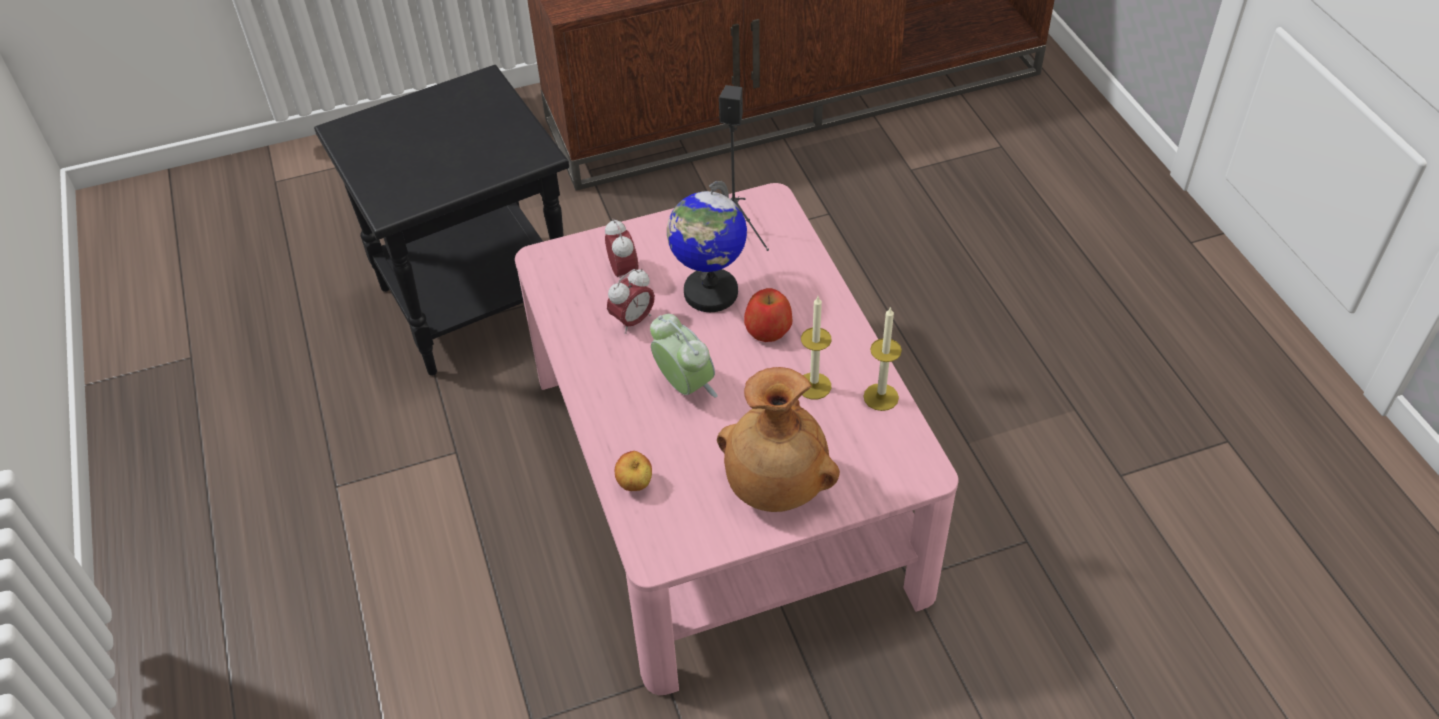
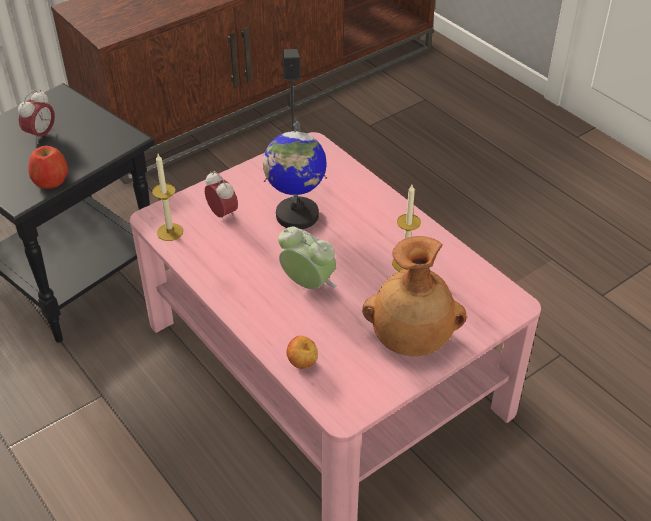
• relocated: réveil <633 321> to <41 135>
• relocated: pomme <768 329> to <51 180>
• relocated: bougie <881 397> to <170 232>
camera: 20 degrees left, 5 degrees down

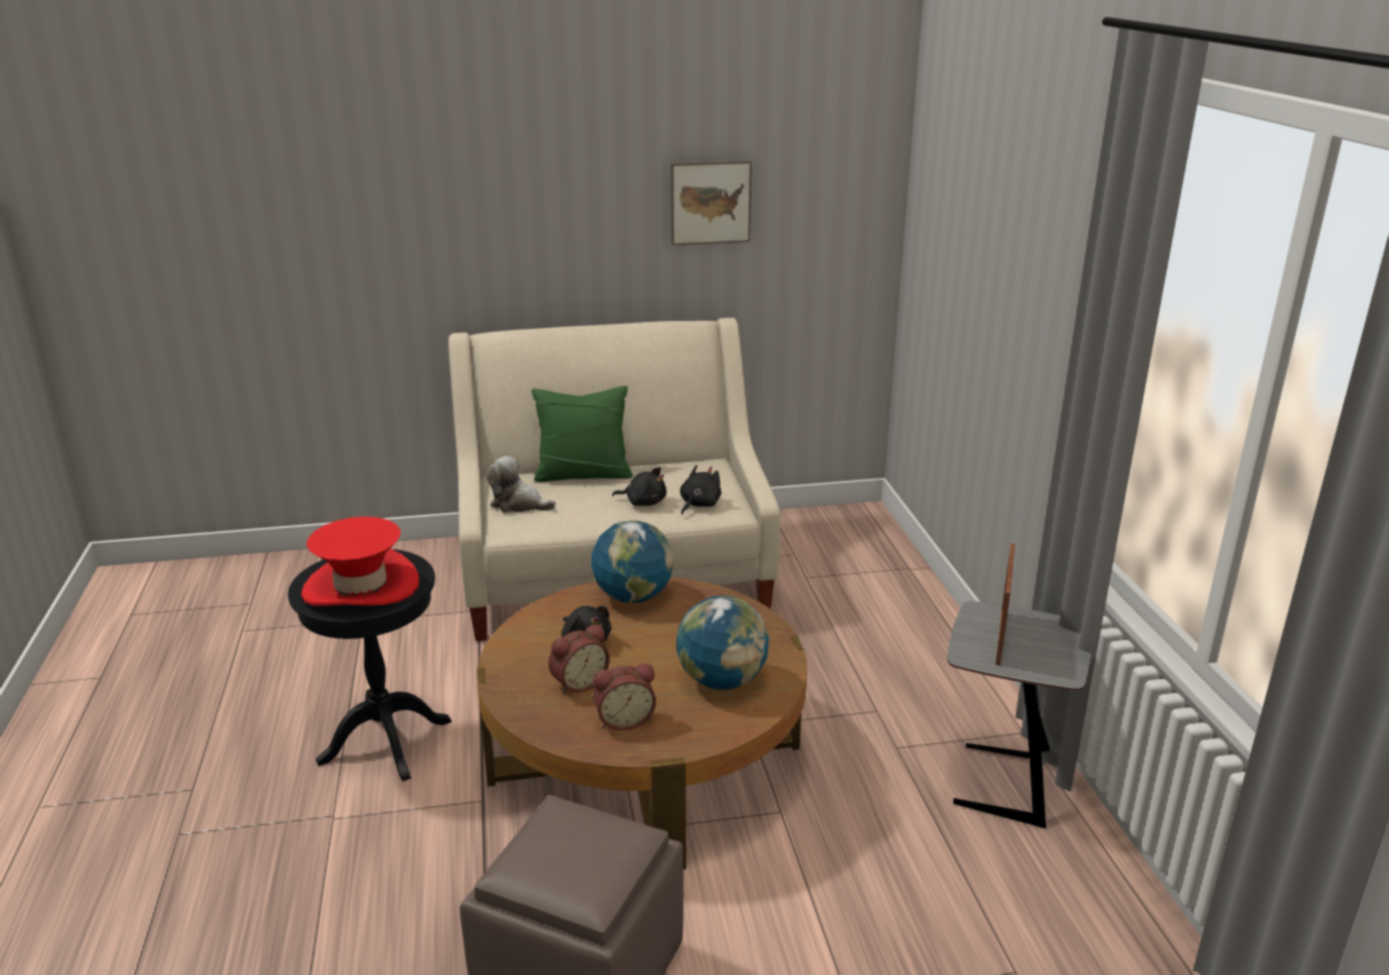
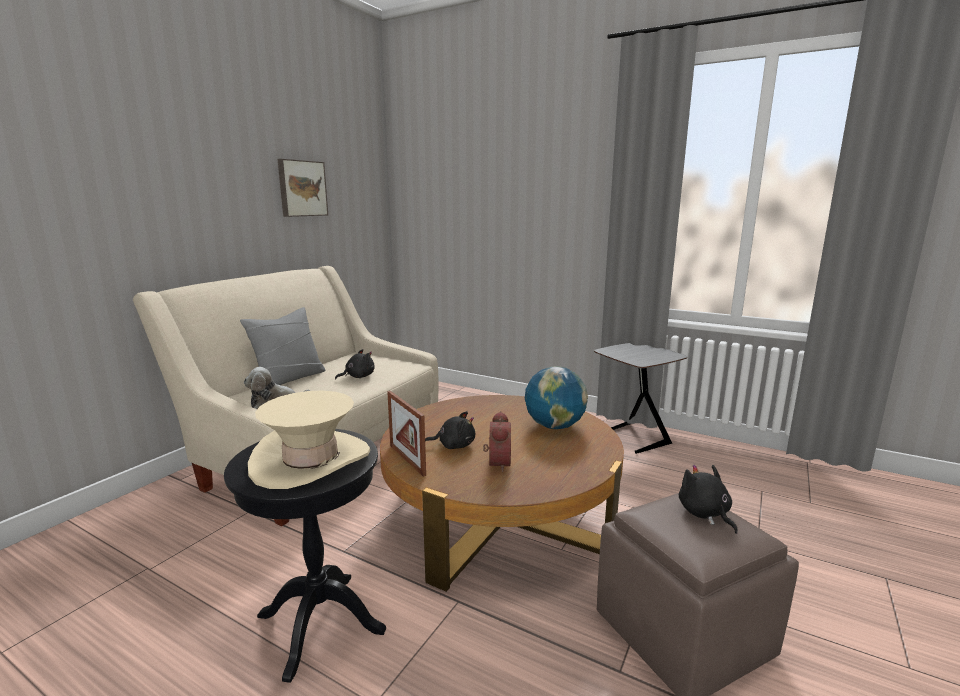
• colour: coussin [vert] <583 474> to coussin [gris] <289 379>
• colour: chapeau [rouge] <361 587> to chapeau [beige] <311 460>
• relocated: cadre photo <1000 637> to <407 460>
• relocated: peluche [noir] <698 504> to <705 514>
• missing: globe <633 596>
• missing: réveil <624 719>
camera: 50 degrees left, 10 degrees down

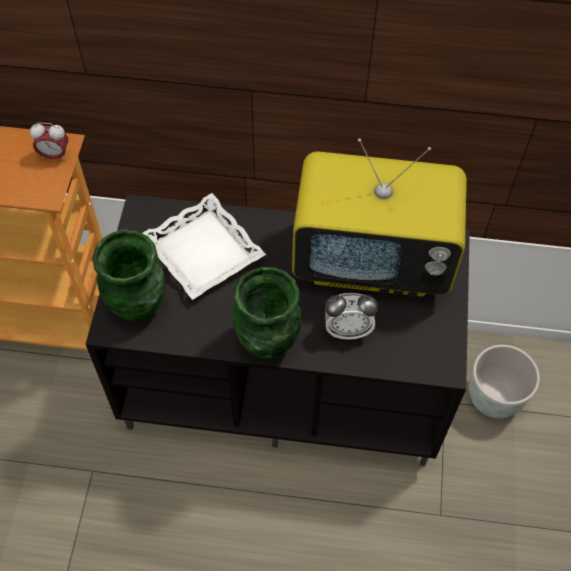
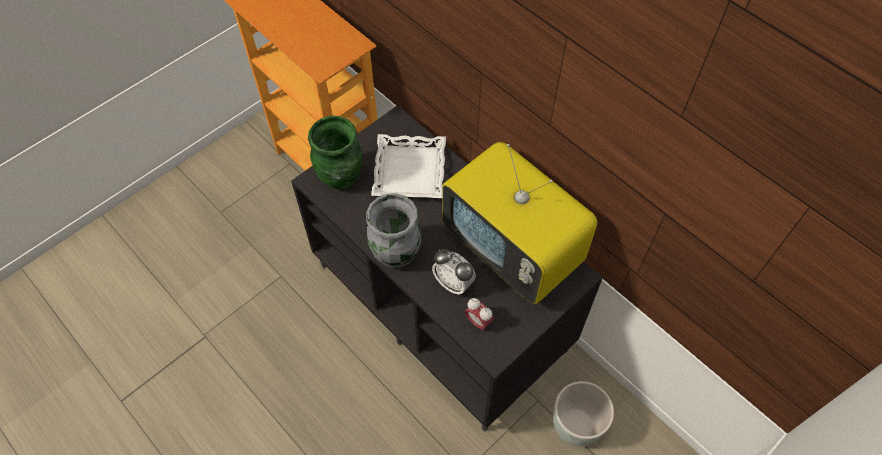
• colour: vase [vert] <268 342> to vase [gris] <396 255>
• relocated: réveil <54 155> to <478 322>
camera: 40 degrees right, 0 degrees up

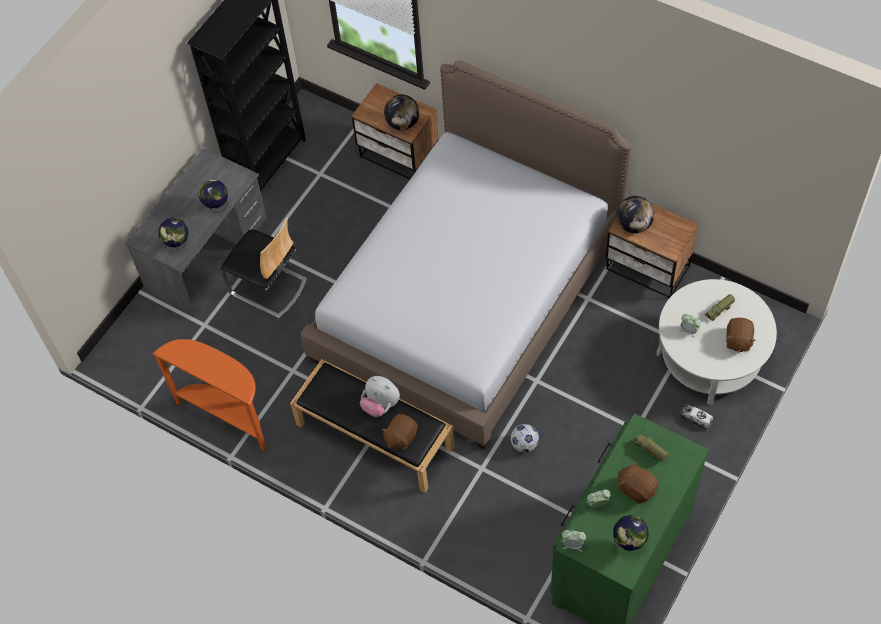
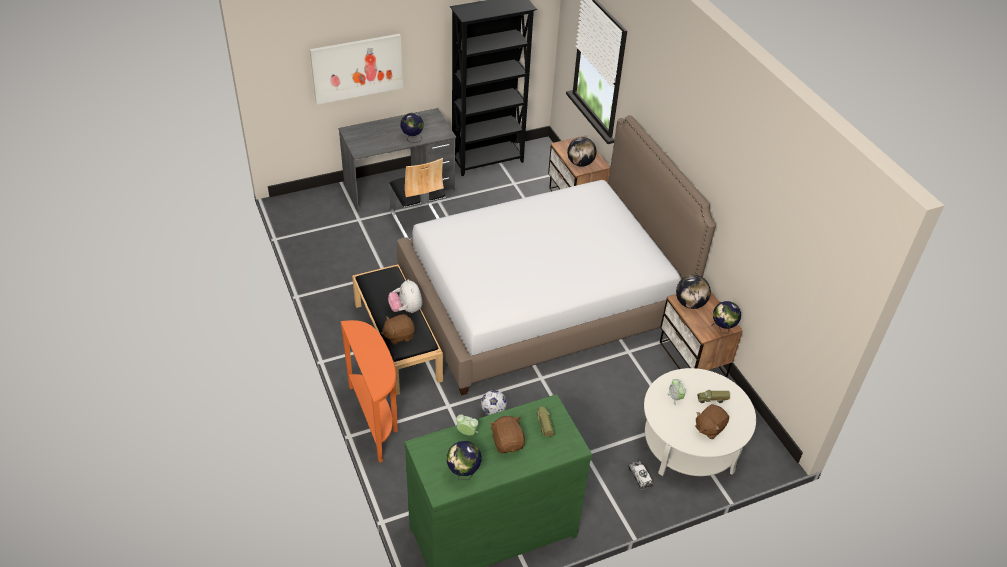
• appeared: tableau <357 68>
• relocated: table console [orange] <228 415> to <376 419>
• relocated: globe <178 245> to <722 329>
• missing: réveil <573 544>
camera: 30 degrees right, 15 degrees down

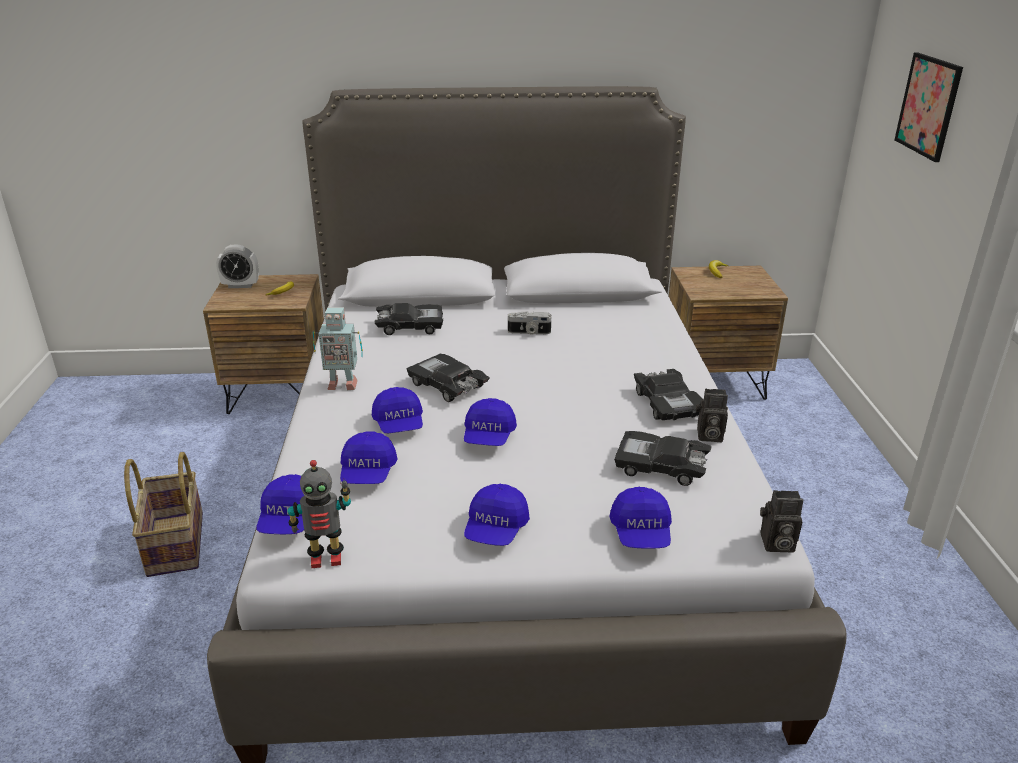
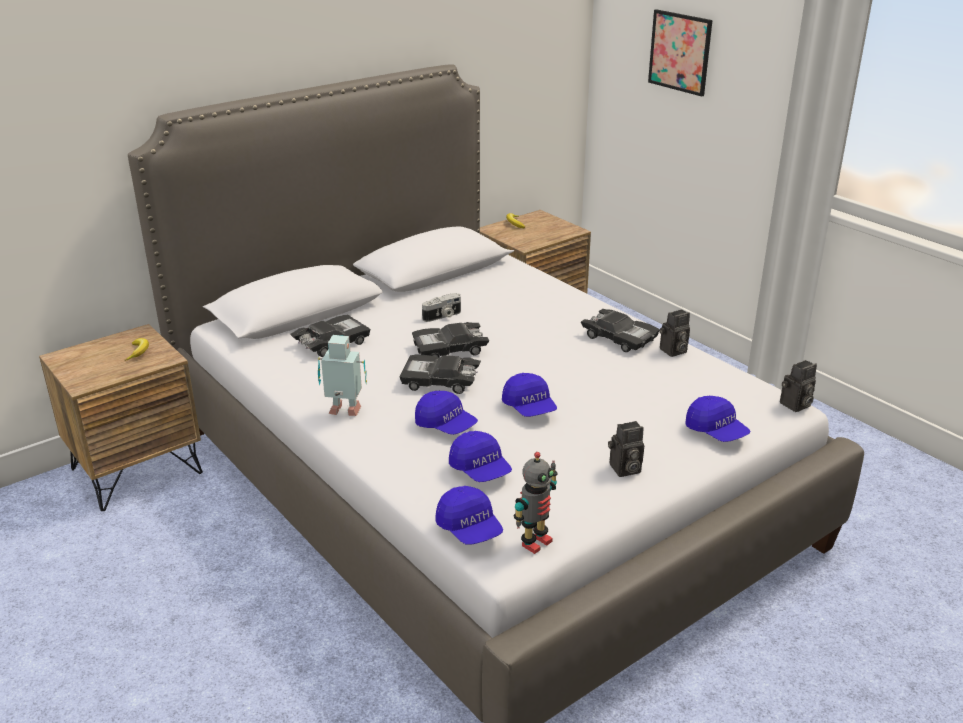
• spun: robot jouet <341 384> = <345 412> 135 degrees counterclockwise
• relocated: petite voiture [noir] <661 466> to <450 349>
• exchanged: casquette [bleu] <496 530> to appareil photo <624 470>
• missing: panier <174 544>
• missing: réveil <241 285>
camera: 35 degrees left, 0 degrees up

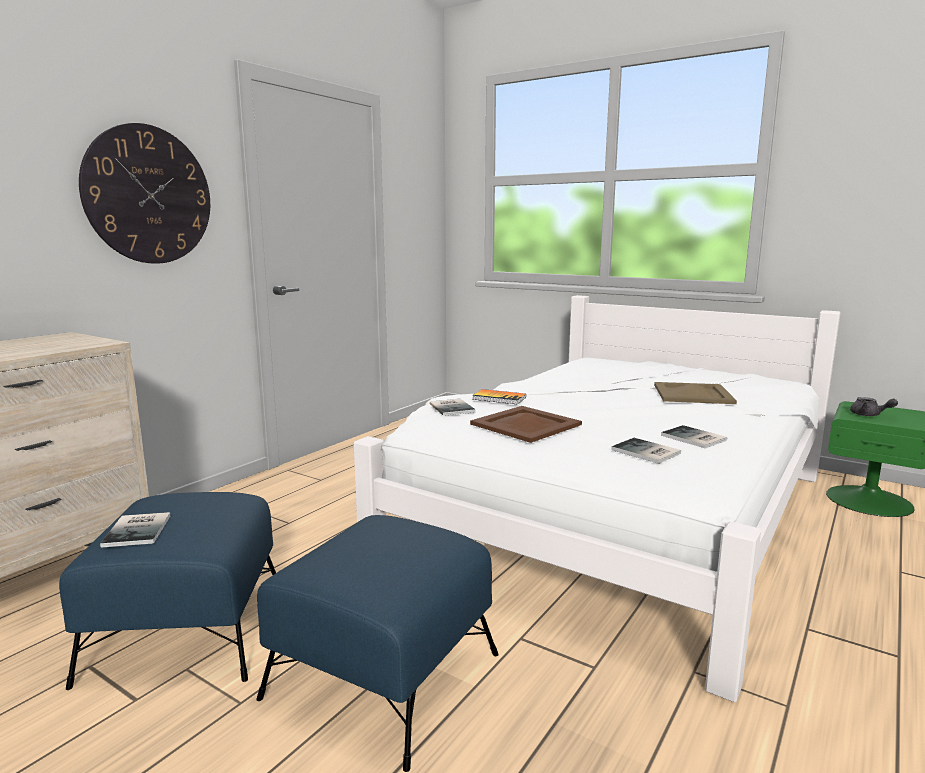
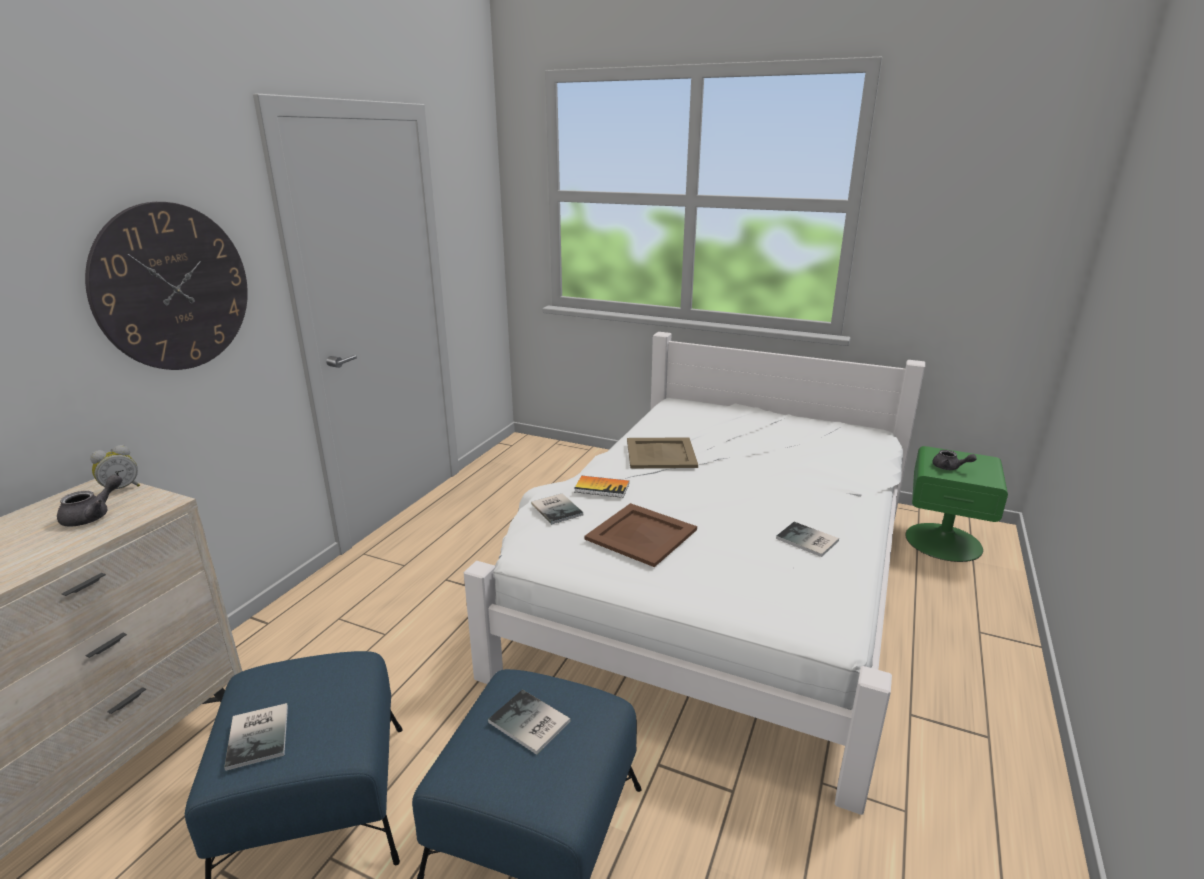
• appeared: théière [gris] <93 516>
• appeared: réveil <121 489>
• relocated: livre <646 452> to <529 724>
• relocated: plateau [beige] <692 393> to <660 453>
camera: 10 degrees left, 10 degrees up

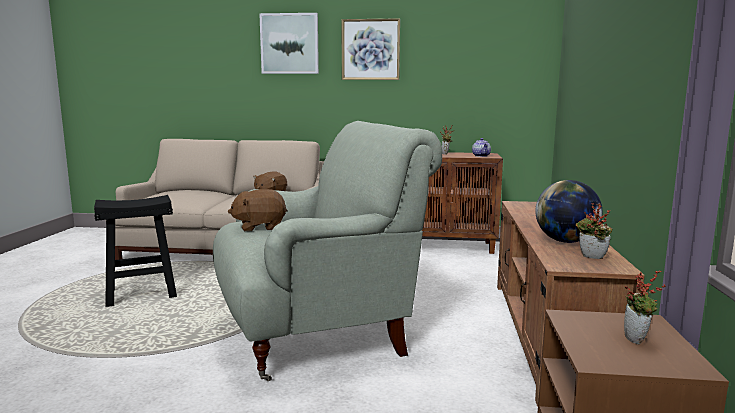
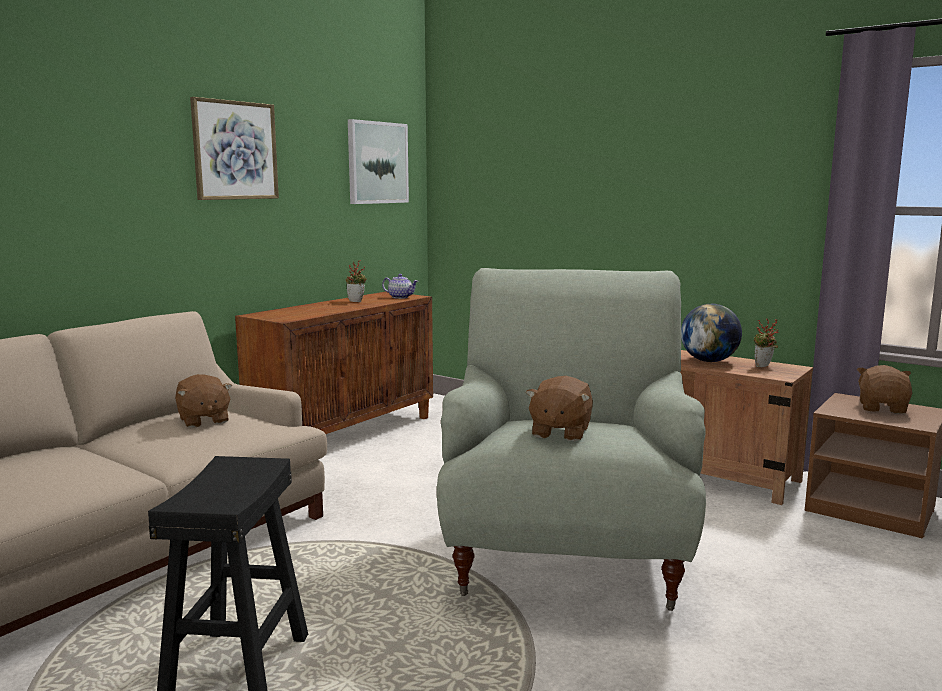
• relocated: tableau <289 44> to <377 163>
• exchanged: plante en pot <638 340> to peluche [marron] <883 408>
camera: 60 degrees left, 0 degrees up

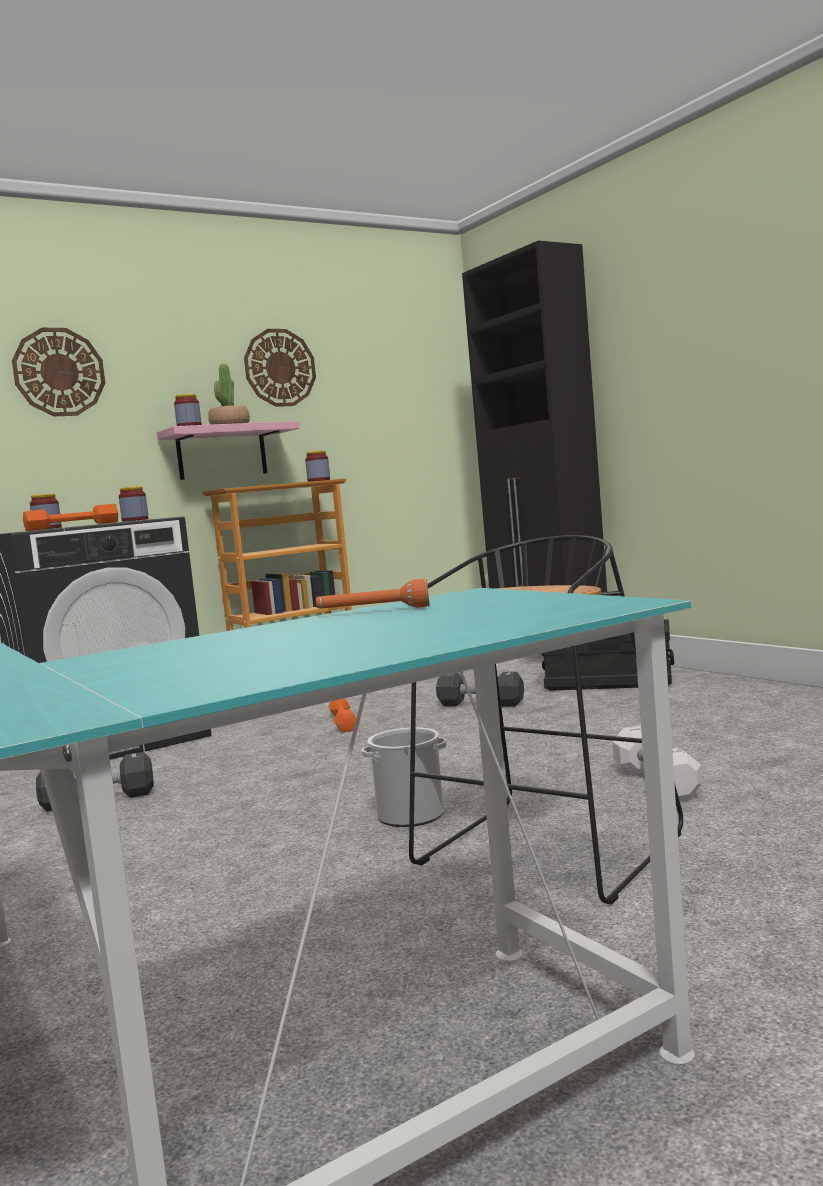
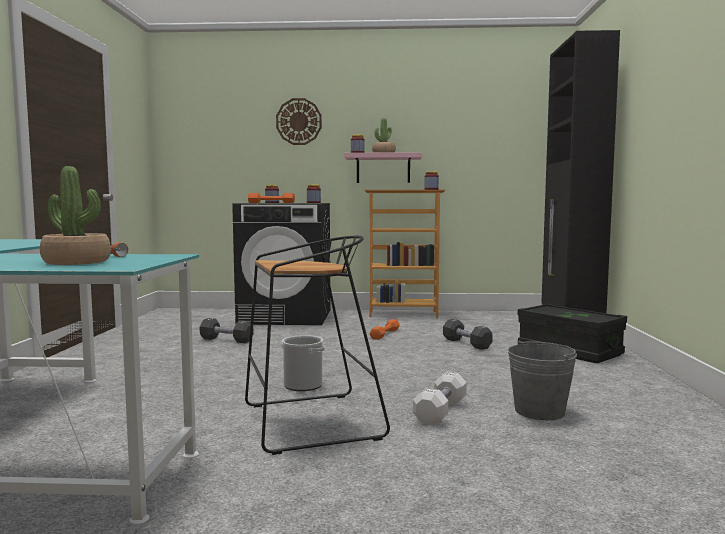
• appeared: plante en pot <77 262>
• appeared: seau [gris] <539 411>
• missing: horloge murale <280 368>
camera: 35 degrees right, 0 degrees up

